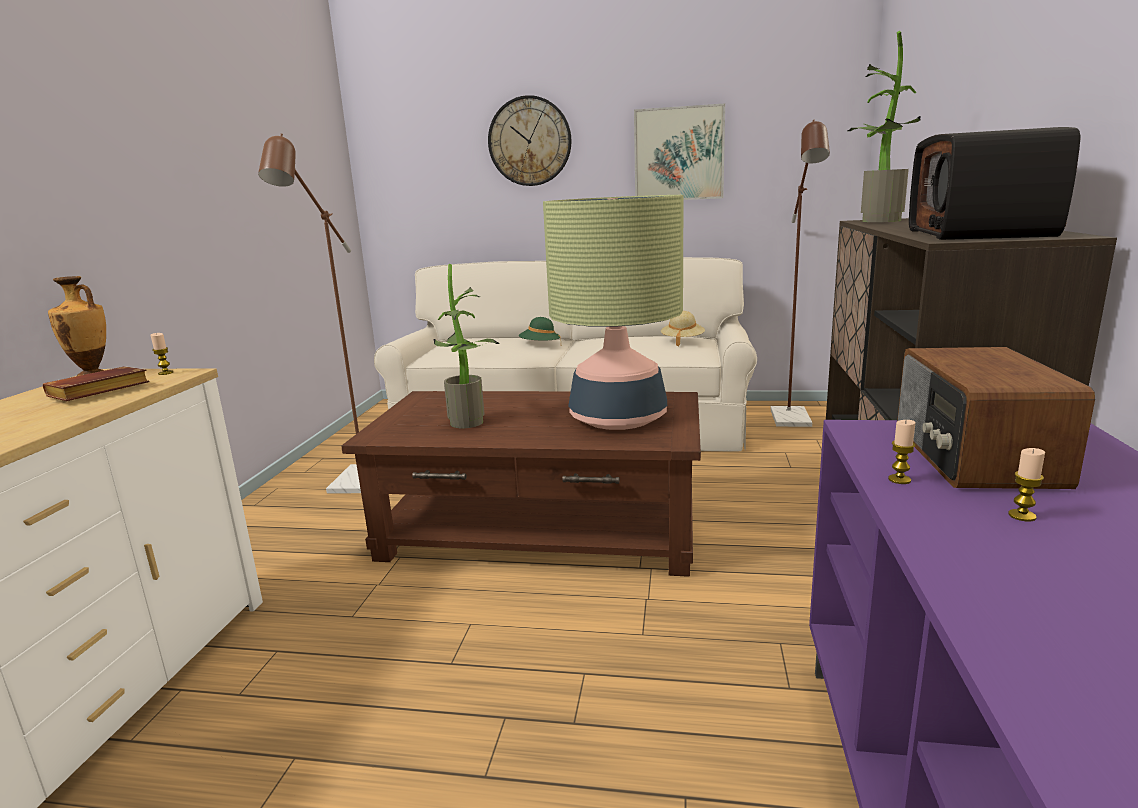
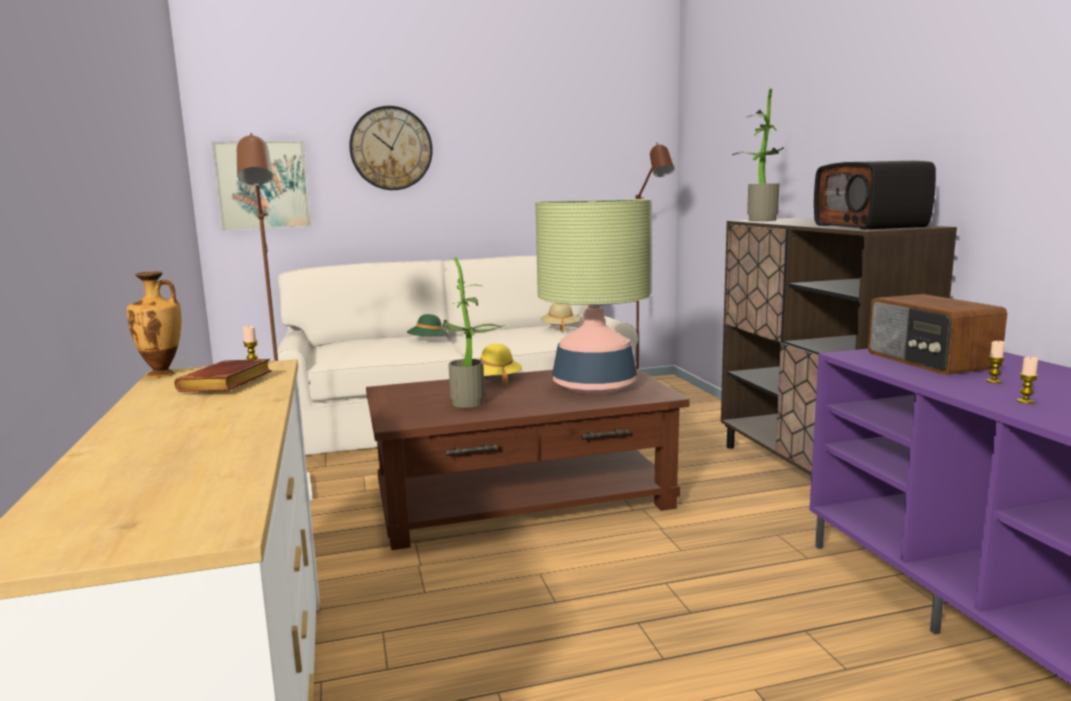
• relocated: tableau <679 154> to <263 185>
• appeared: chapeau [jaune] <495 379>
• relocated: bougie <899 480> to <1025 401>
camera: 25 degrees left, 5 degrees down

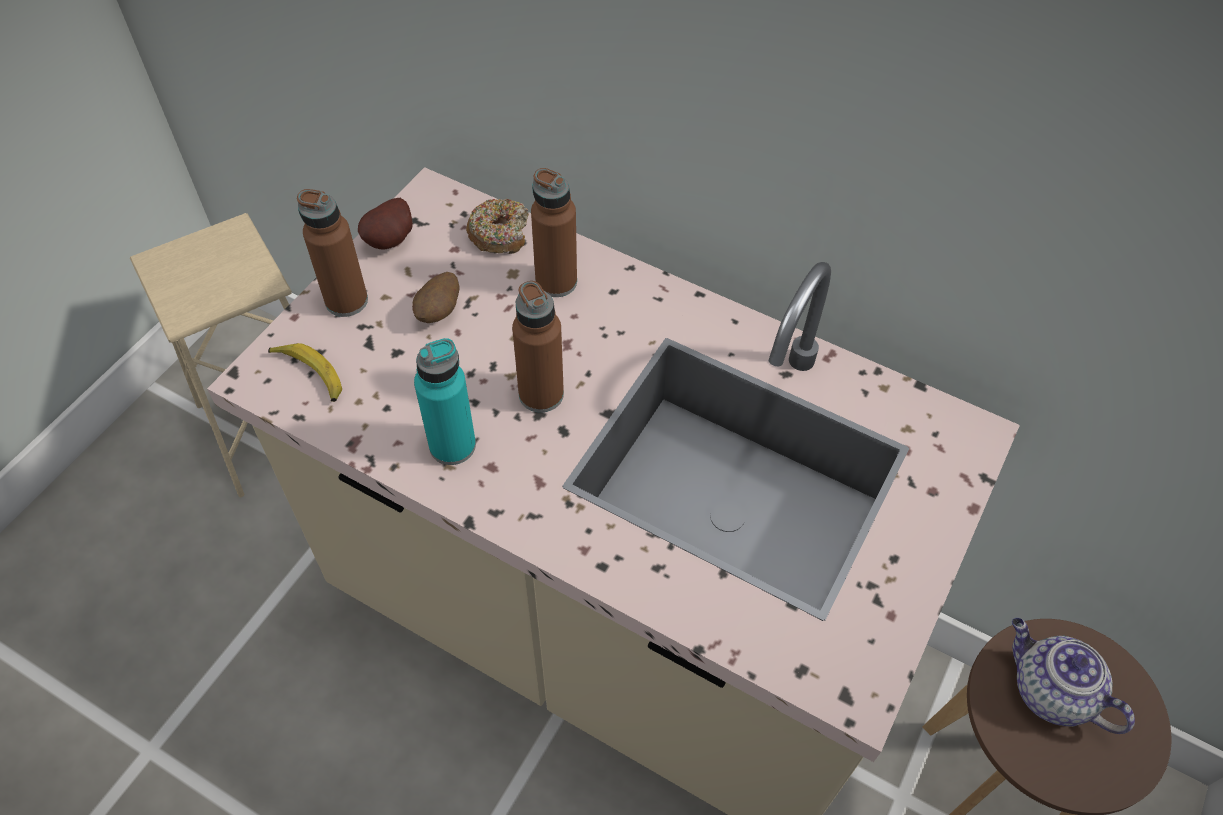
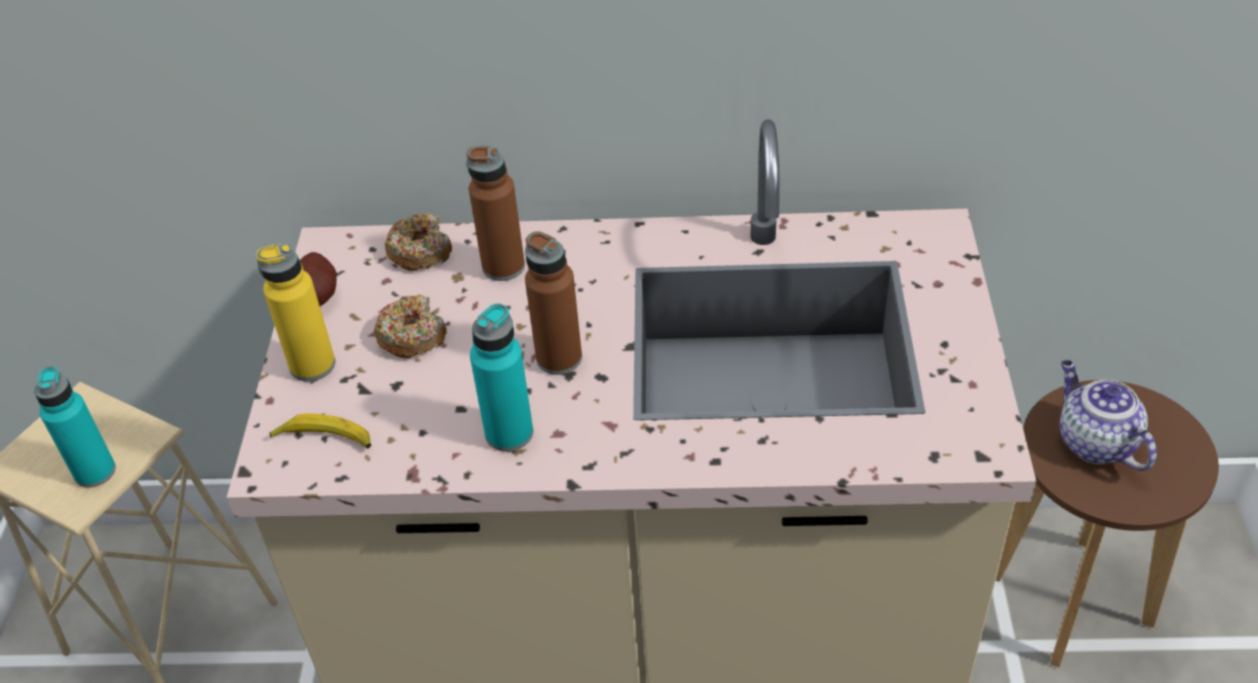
• appeared: bouteille [turquoise] <95 472>
• colour: bouteille [marron] <346 301> to bouteille [jaune] <312 365>
• exchanged: pomme de terre <439 312> to beignet <412 335>
• spun: théière <1048 691> = <1094 442> 45 degrees clockwise
camera: 25 degrees left, 10 degrees down

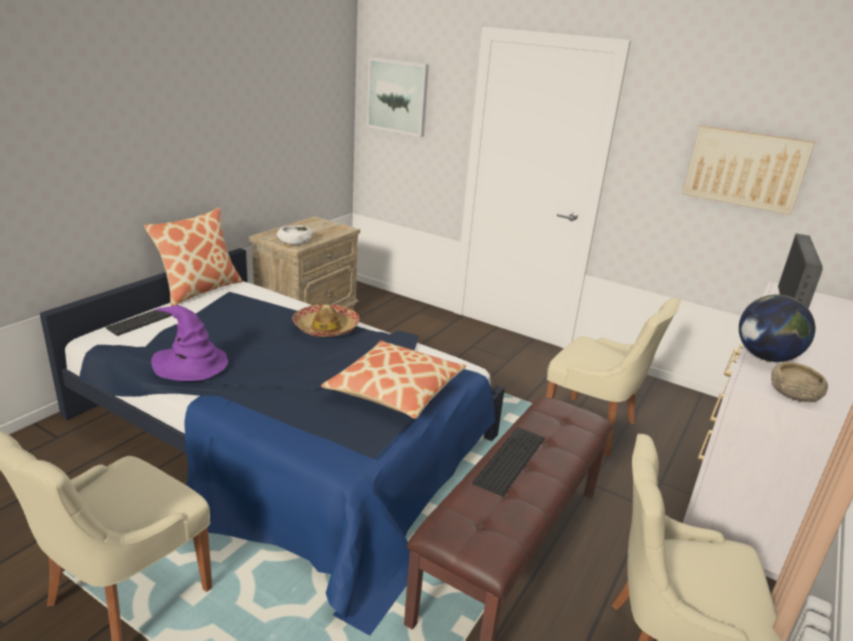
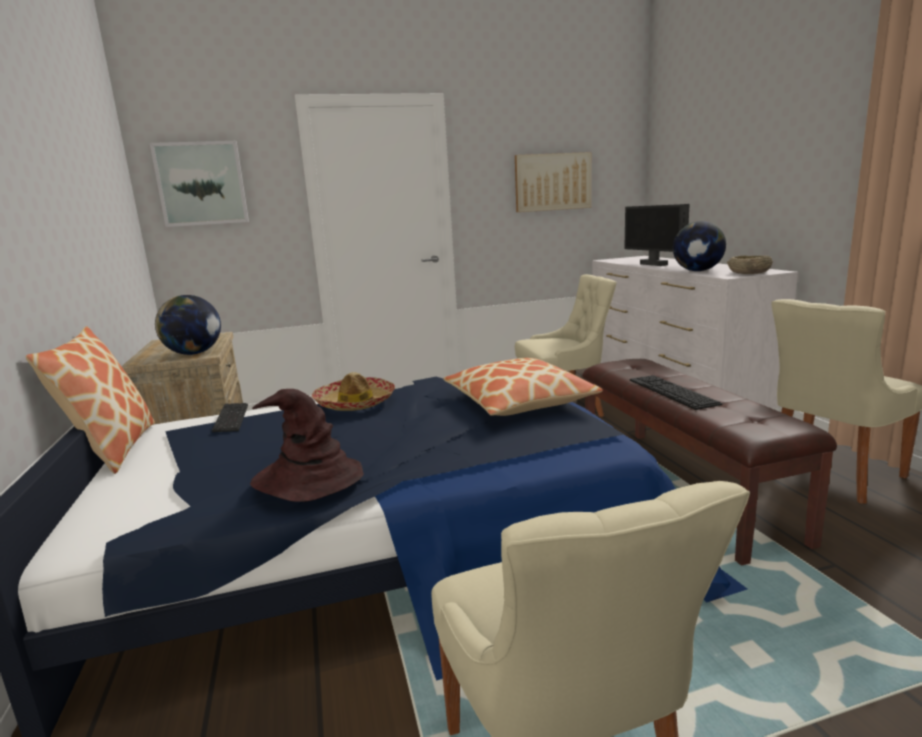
• exchanged: bol [blanc] <295 242> to globe <194 353>
• relocated: clavier <140 323> to <231 419>
• colour: chapeau [violet] <191 364> to chapeau [marron] <307 480>
camera: 45 degrees left, 10 degrees down

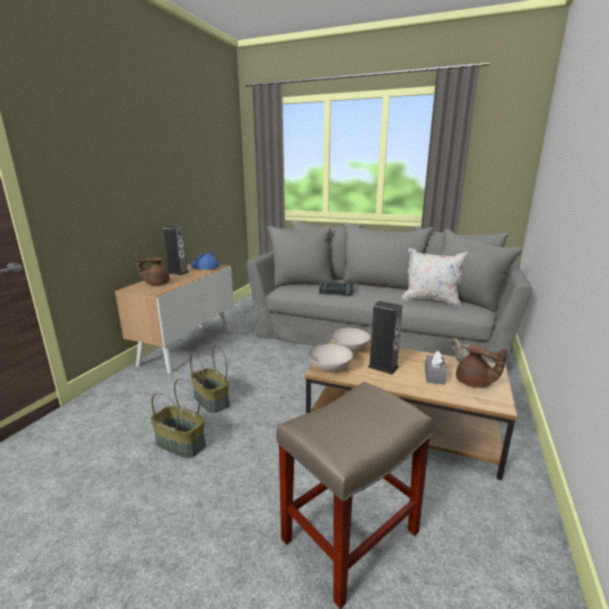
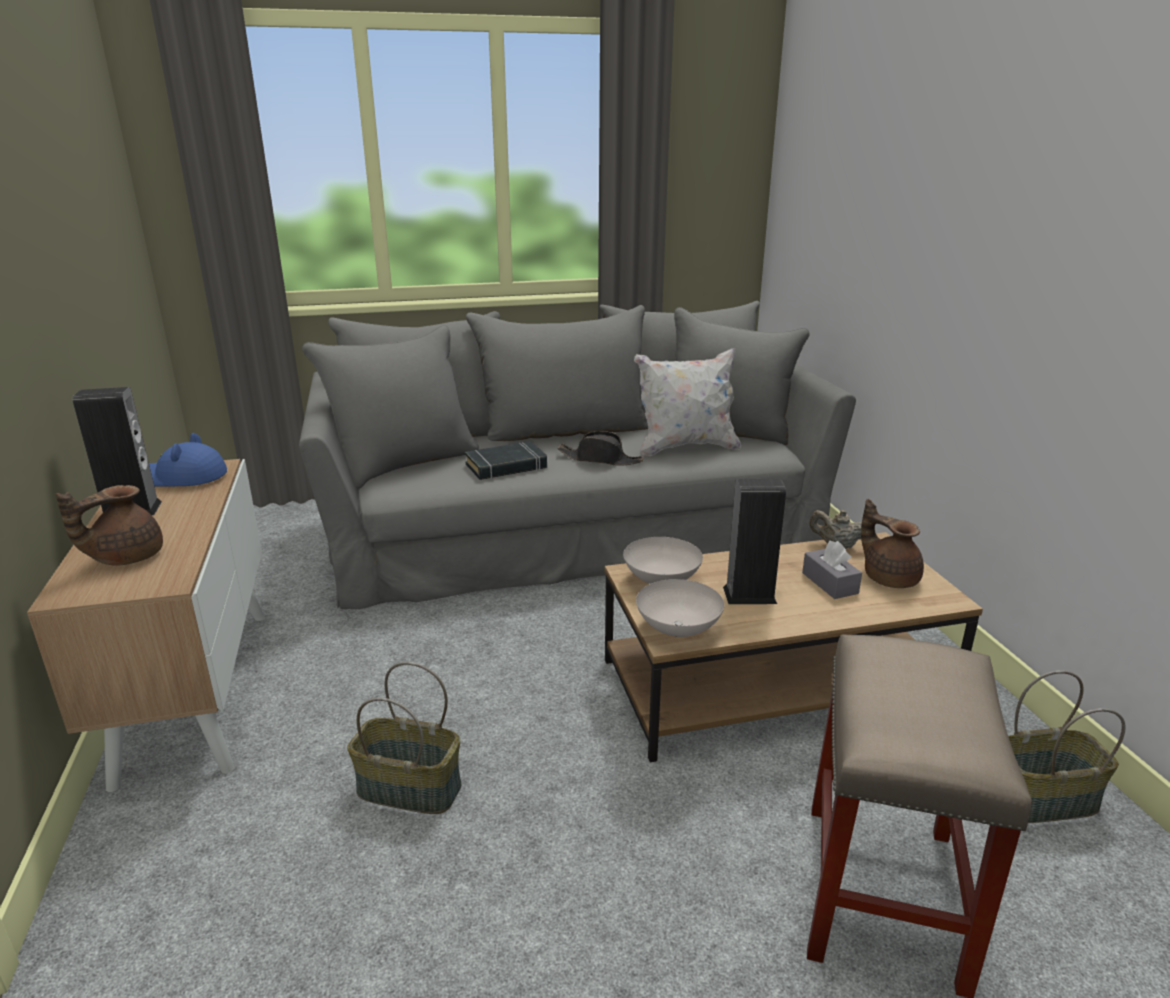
• appeared: chapeau [noir] <600 459>
• spun: théière [marron] <474 383> = <889 577> 135 degrees counterclockwise
• relocated: panier <180 444> to <1041 801>
camera: 35 degrees left, 5 degrees up

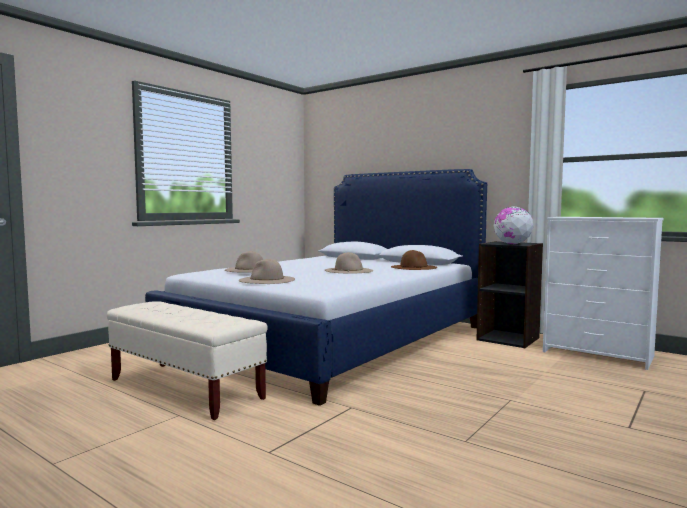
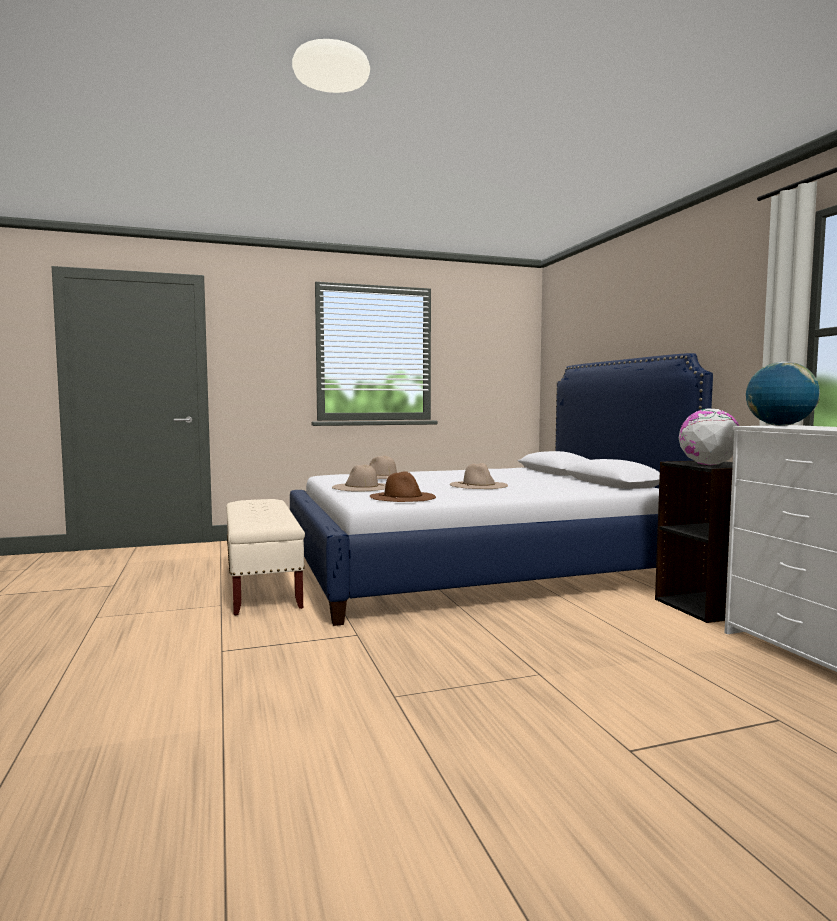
• relocated: chapeau [marron] <413 267> to <403 496>
• appeared: globe <780 426>
camera: 35 degrees right, 0 degrees up

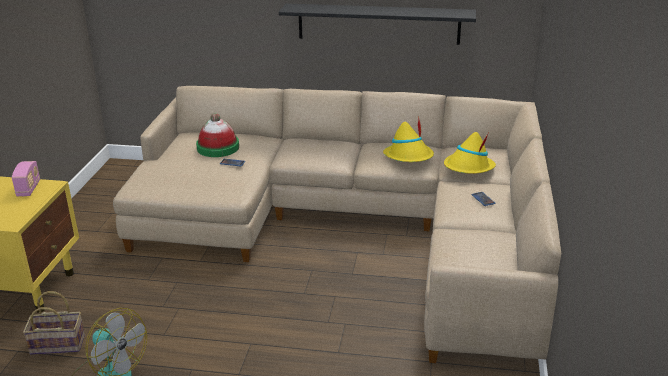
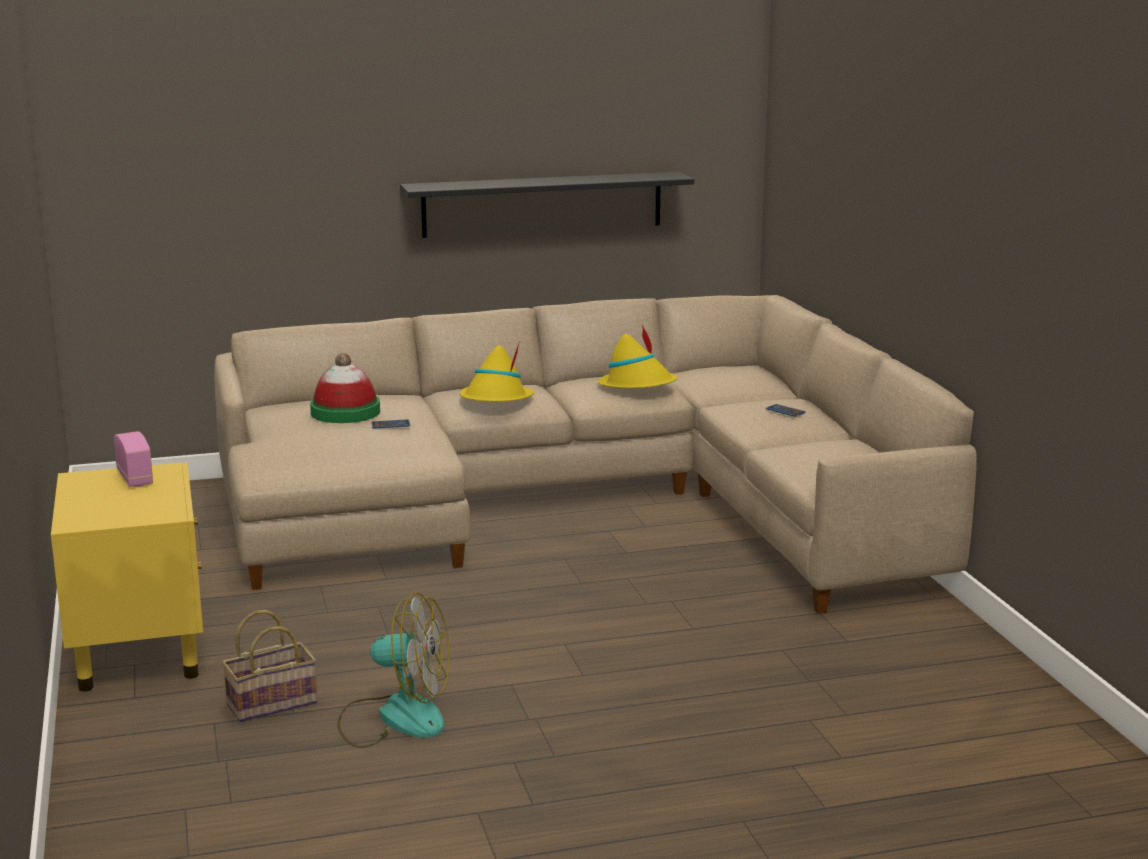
• relocated: chapeau [jaune] <468 168> to <496 400>
camera: 25 degrees left, 10 degrees down

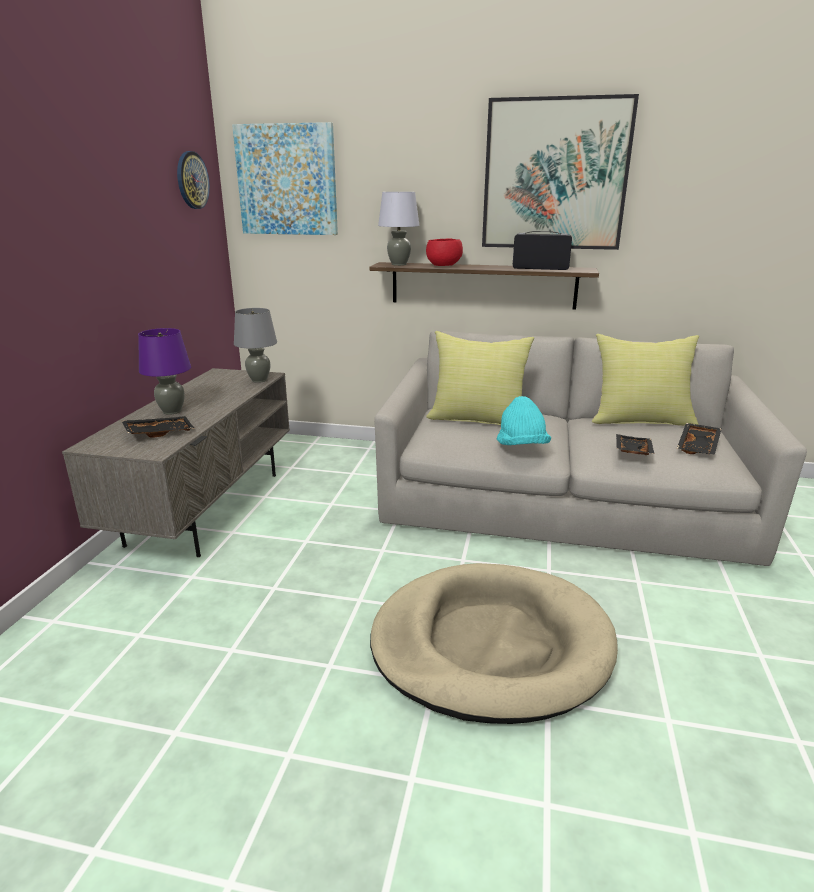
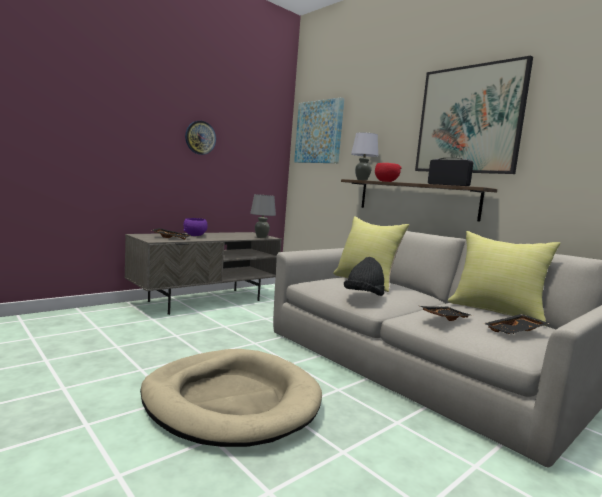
• exchanged: lampe de table [violet] <172 411> to bol [violet] <195 235>
• relocated: horloge murale <192 180> to <200 137>
• colour: chapeau [turquoise] <521 447> to chapeau [noir] <364 296>
camera: 35 degrees right, 15 degrees down

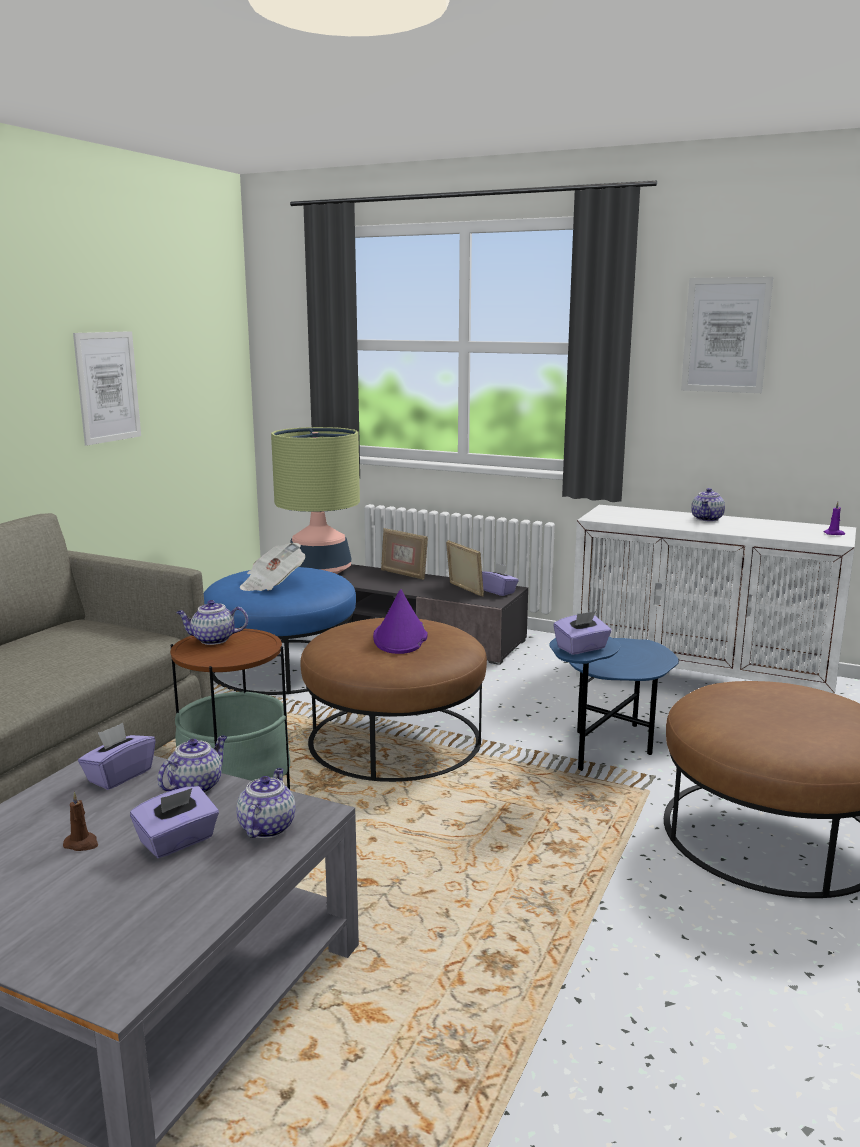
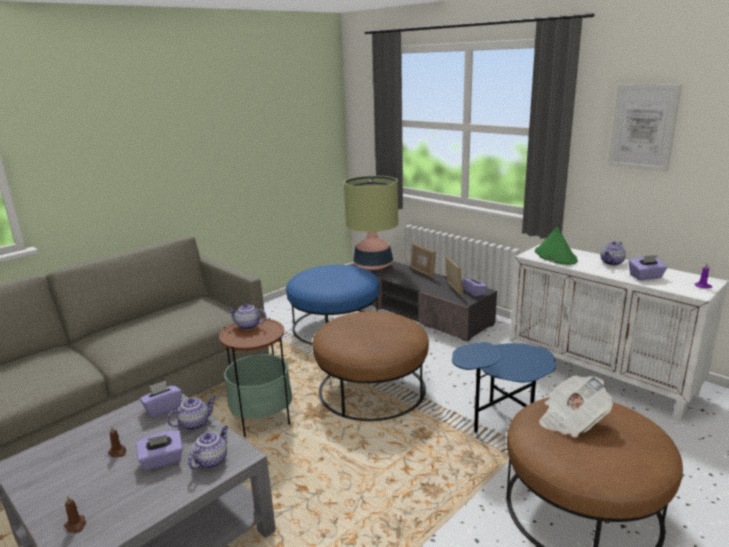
• appeared: bougie [marron] <76 525>
• appeared: chapeau [vert] <555 256>
• relocated: journal <272 584> to <571 420>
• relocated: boîte à mouchoirs [violet] <581 648> to <646 277>
• missing: tableau <107 387>
• missing: chapeau [violet] <400 638>
camera: 20 degrees right, 5 degrees up

